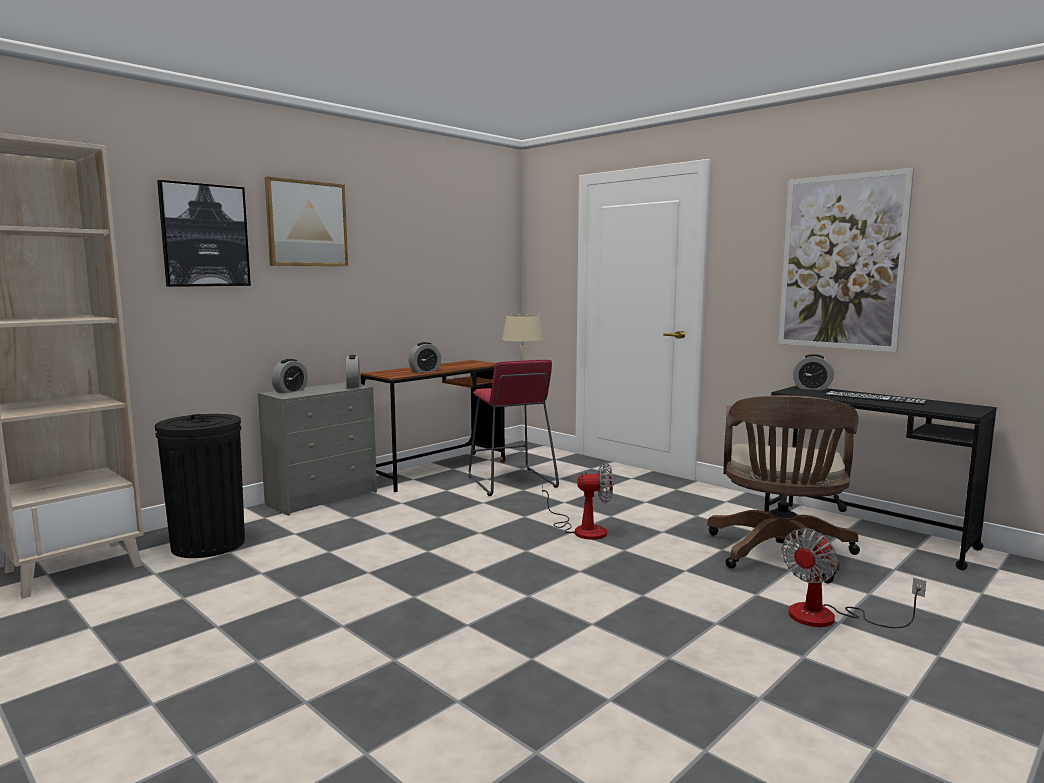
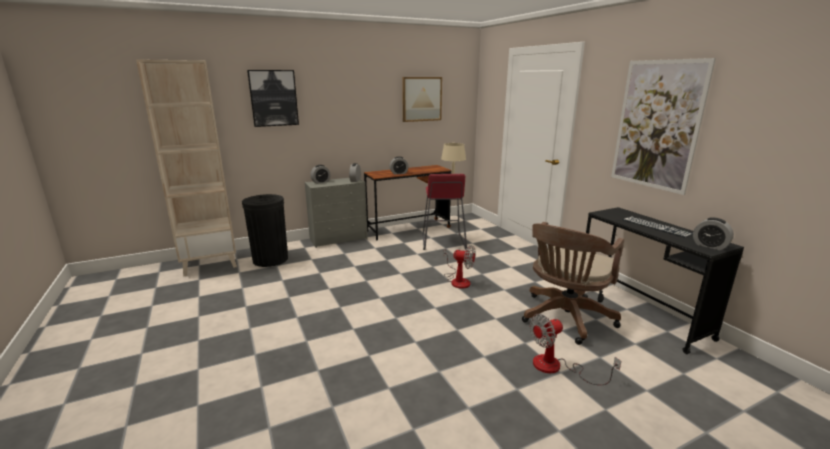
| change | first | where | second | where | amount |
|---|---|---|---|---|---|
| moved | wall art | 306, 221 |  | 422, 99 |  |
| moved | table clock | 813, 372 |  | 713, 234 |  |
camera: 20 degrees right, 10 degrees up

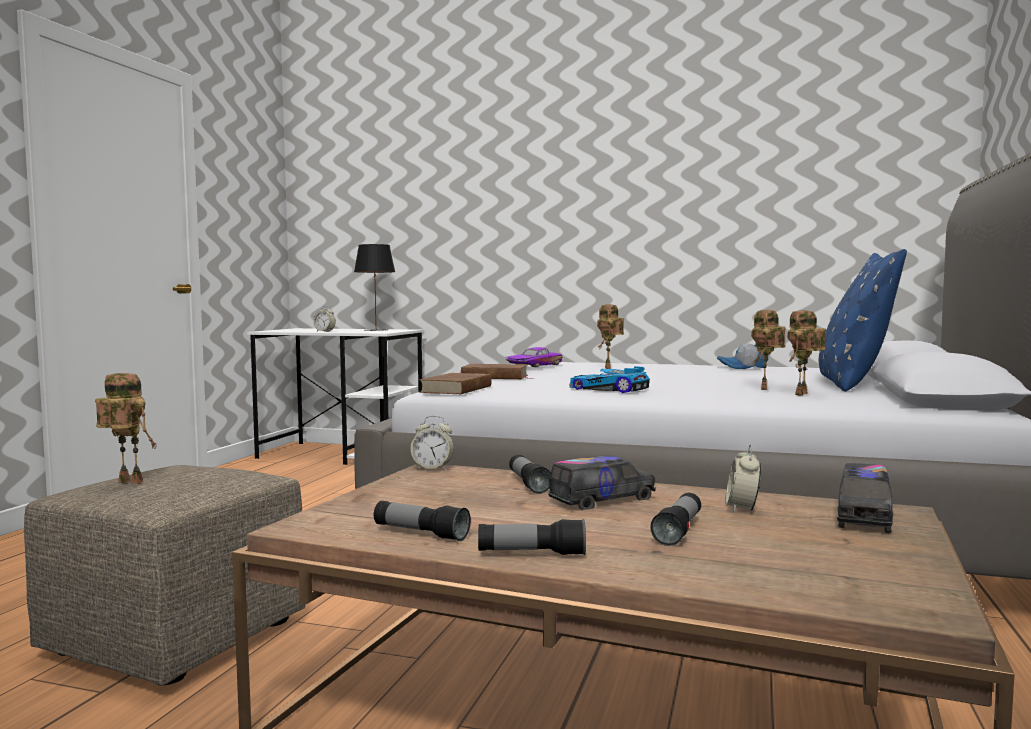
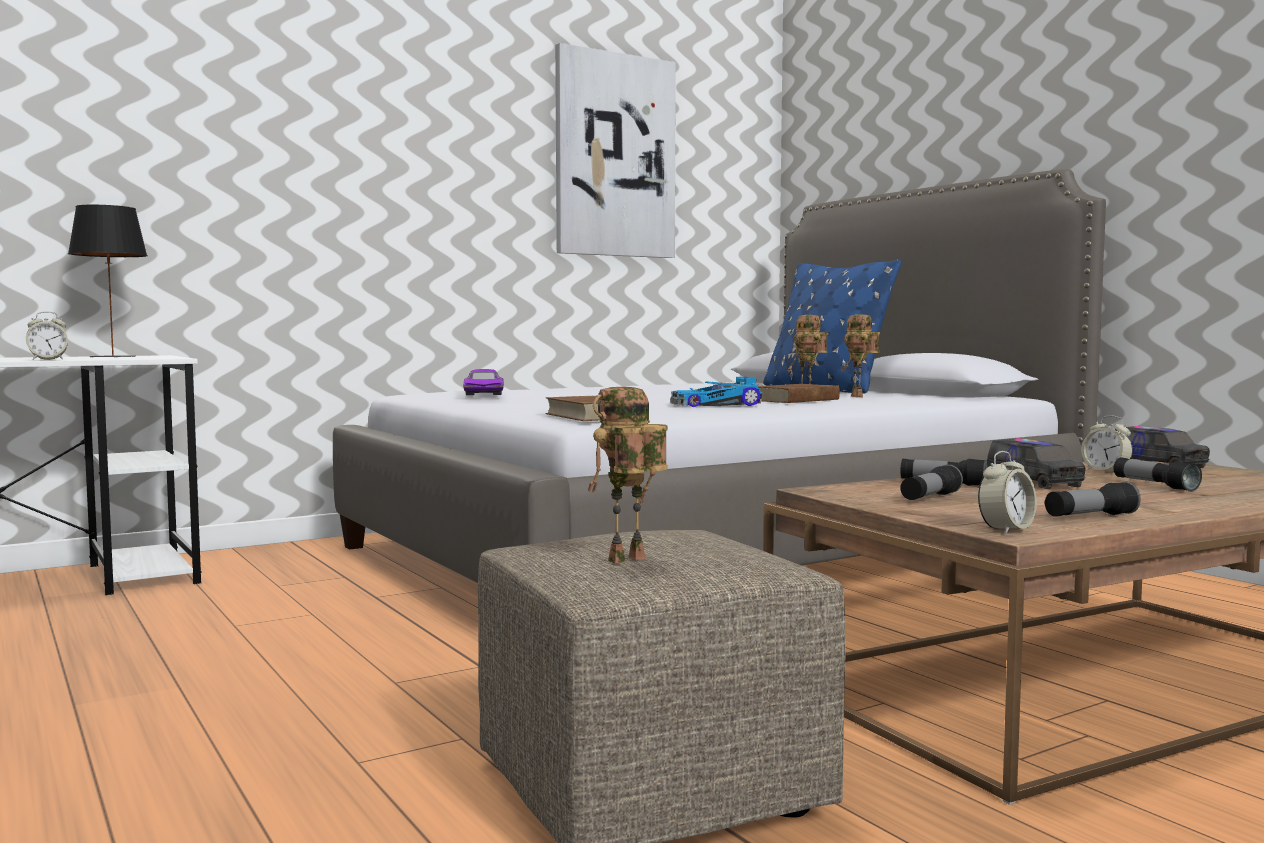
| change | first | where | second | where | amount |
|---|---|---|---|---|---|
| moved | table clock | 432, 442 |  | 1007, 492 |  |
| moved | brown book | 498, 371 |  | 798, 393 |  |
| moved | torch | 532, 537 |  | 931, 482 |  |
| turned | model truck | 602, 483 |  | 1036, 463 | 150 degrees clockwise |
| removed | robot figure | 610, 336 |  |  |  |
| removed | baseball cap | 742, 356 |  |  |  |
| added |  |  | wall art | 615, 150 |  |
camera: 50 degrees left, 0 degrees up

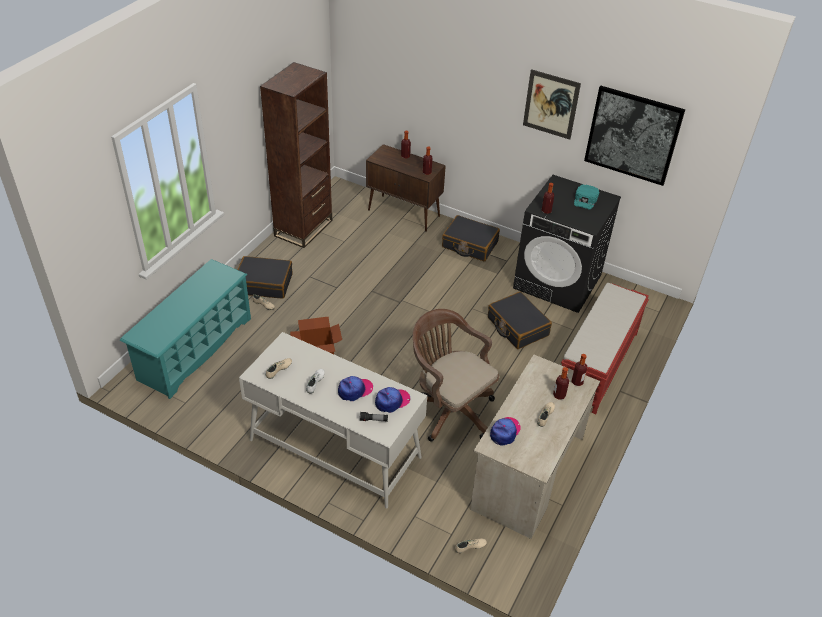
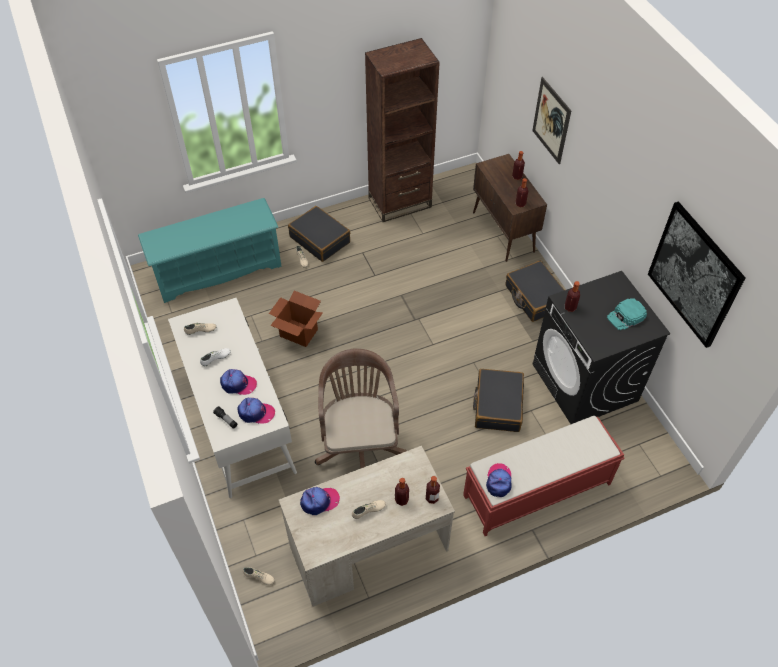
| change | first | where | second | where | amount |
|---|---|---|---|---|---|
| moved | wall art | 552, 104 |  | 551, 120 |  |
| added |  |  | baseball cap | 499, 480 |  |
camera: 40 degrees right, 10 degrees up

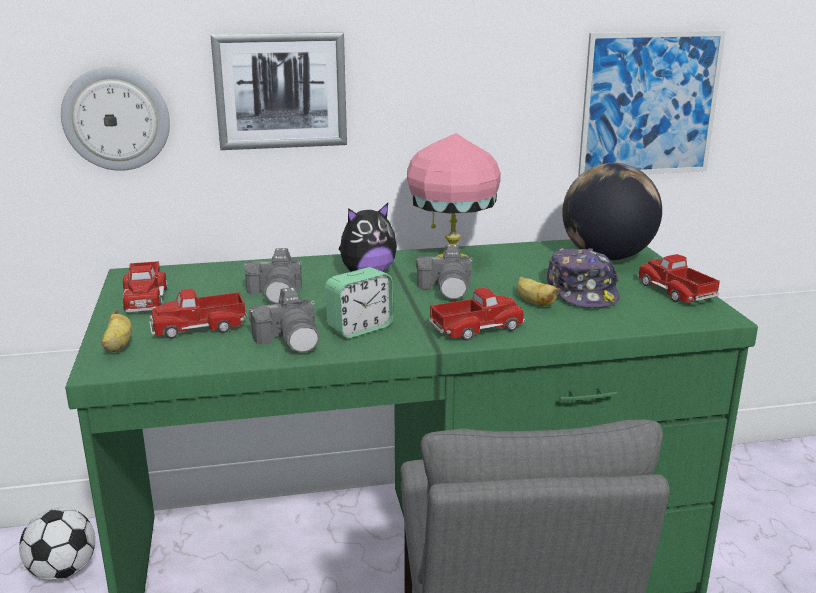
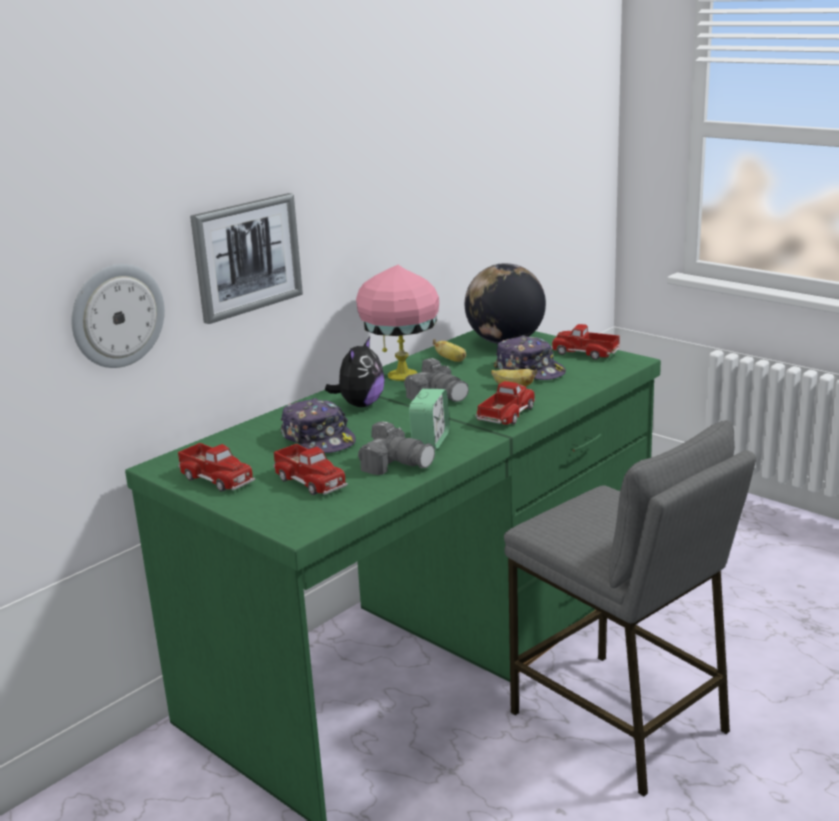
| change | first | where | second | where | amount |
|---|---|---|---|---|---|
| removed | football | 57, 544 |  |  |  |
| moved | whole banana | 116, 330 |  | 449, 350 |  |
| turned | model truck | 198, 313 |  | 310, 469 | 75 degrees counterclockwise |
| replaced | photo camera | 273, 276 | baseball cap | 318, 425 |  |
| removed | wall art | 652, 103 |  |  |  |
camera: 35 degrees left, 0 degrees up

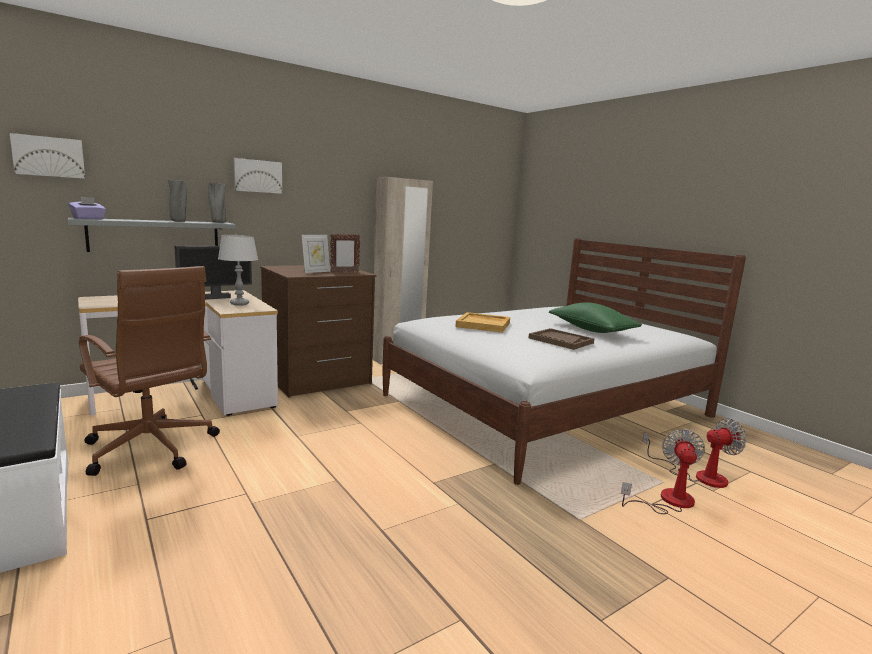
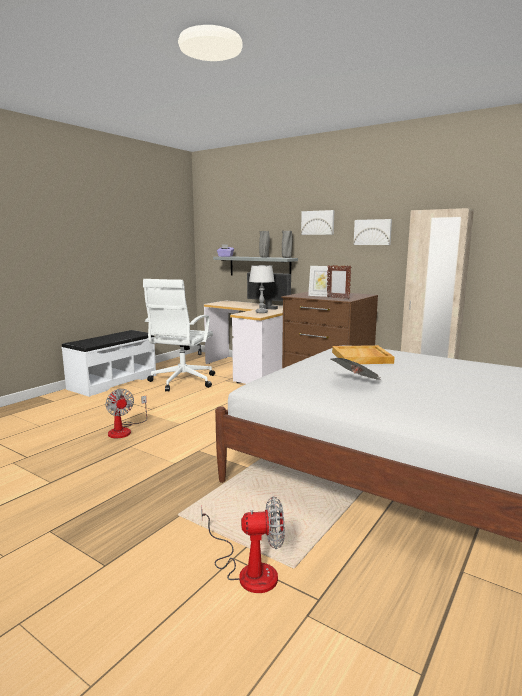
| change | first | where | second | where | amount |
|---|---|---|---|---|---|
| moved | wall art | 47, 156 |  | 373, 232 |  |
| recoloured | brown desk chair | 149, 371 | white-coloured desk chair | 179, 335 |  |
| replaced | brown tray | 561, 339 | newspaper | 355, 369 |  |
| removed | greenish cushion | 595, 317 |  |  |  |
| moved | fan | 694, 453 |  | 126, 413 |  |
camera: 70 degrees right, 0 degrees up

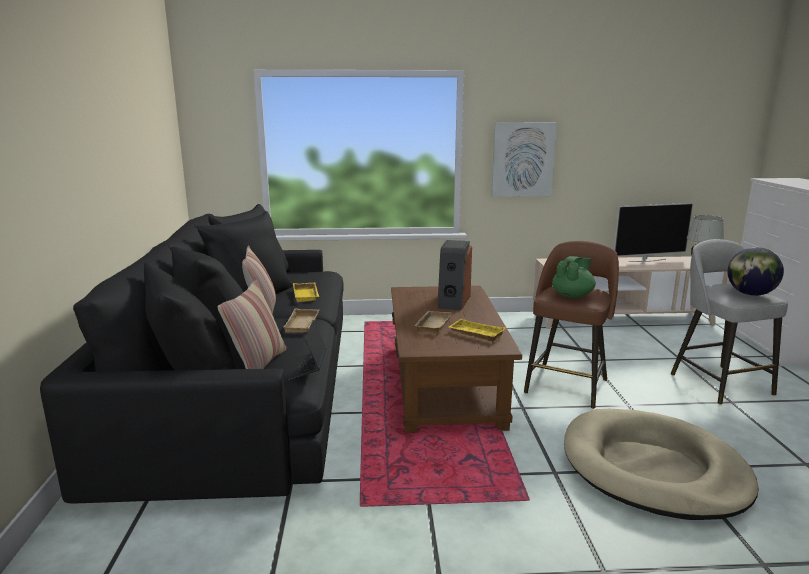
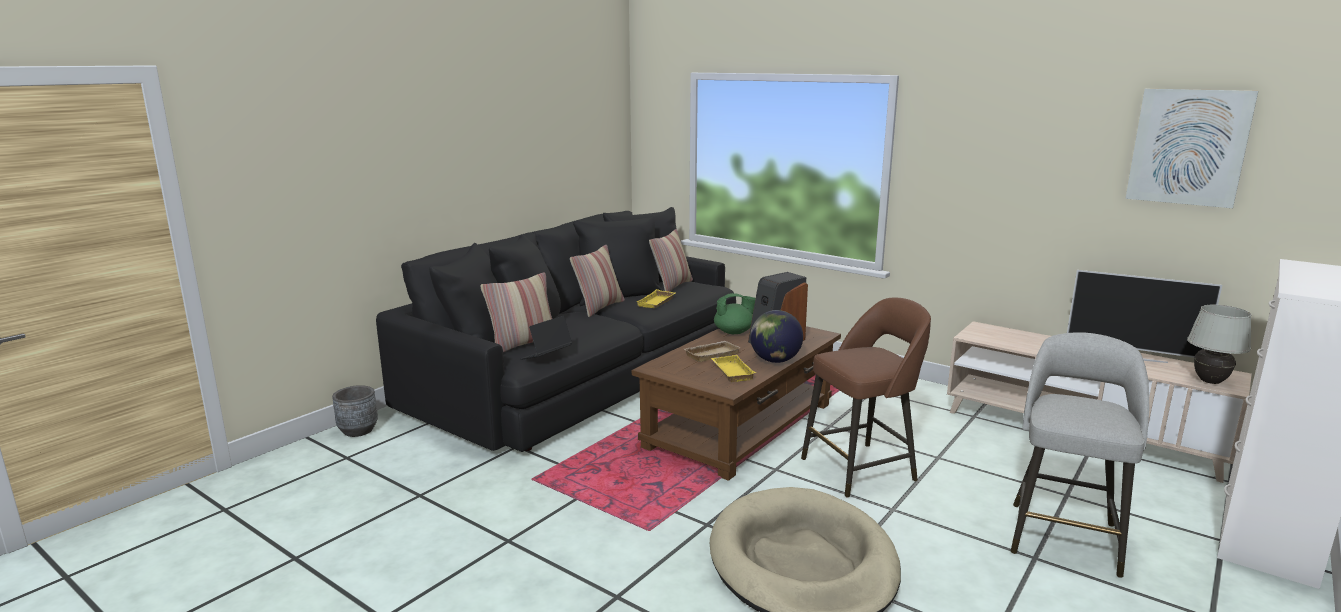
| change | first | where | second | where | amount |
|---|---|---|---|---|---|
| removed | beige tray | 301, 320 |  |  |  |
| moved | wall art | 524, 159 |  | 1191, 148 |  |
| moved | greenish tea pot | 573, 277 |  | 735, 313 |  |
| moved | world globe | 755, 271 |  | 776, 336 |  |
| added |  |  | gray planter | 355, 411 |  |
| added |  |  | cushion | 671, 260 |  |
camera: 40 degrees right, 0 degrees up

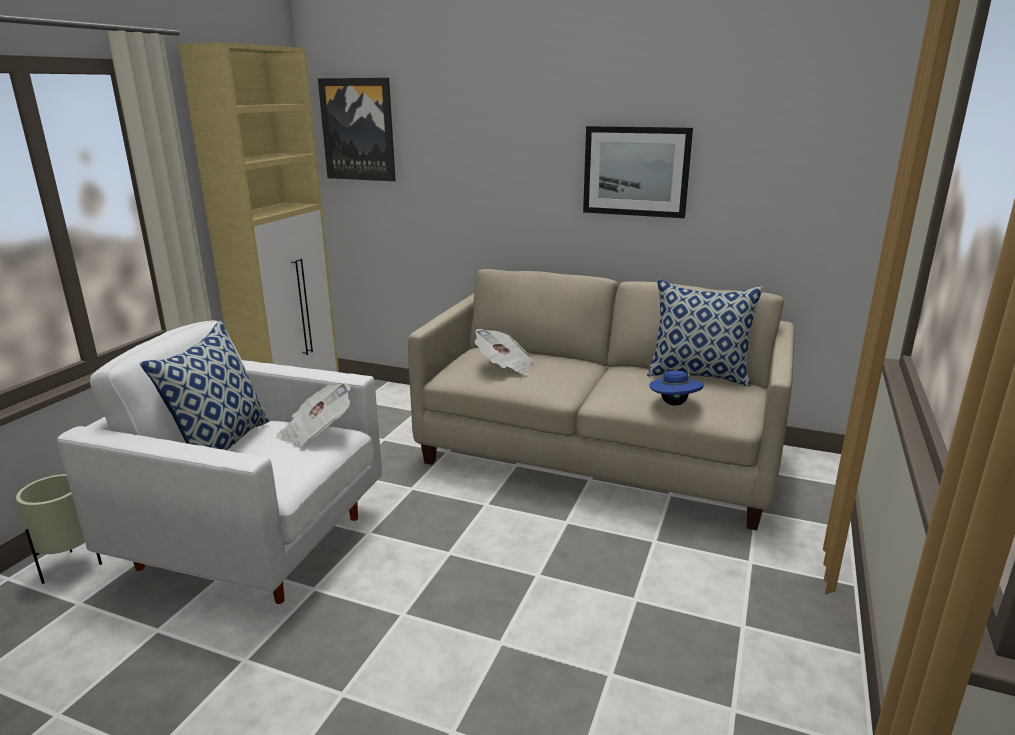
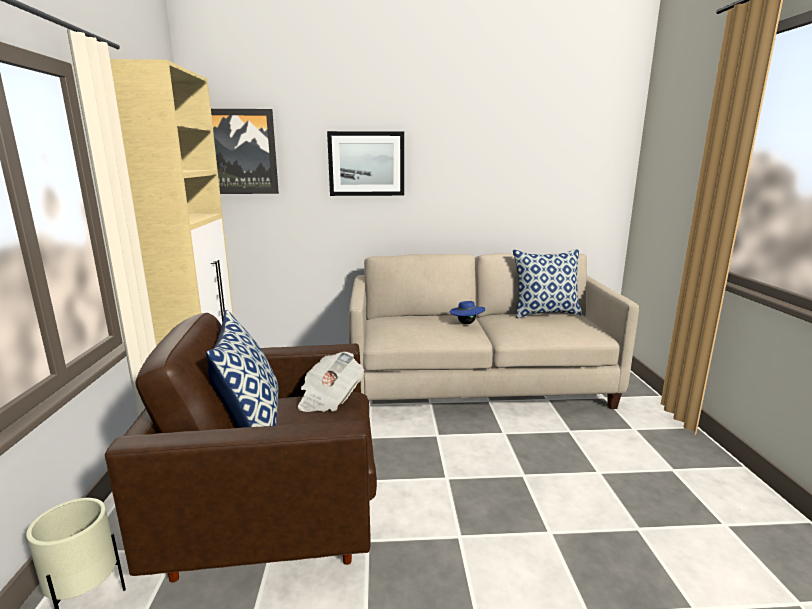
| change | first | where | second | where | amount |
|---|---|---|---|---|---|
| recoloured | white-coloured easy chair | 219, 462 | brown easy chair | 241, 448 |  |
| removed | newspaper | 503, 352 |  |  |  |
| moved | wall art | 638, 172 |  | 365, 163 |  |
| moved | blue-coloured wearable hat | 676, 387 |  | 467, 312 |  |
camera: 25 degrees left, 5 degrees down

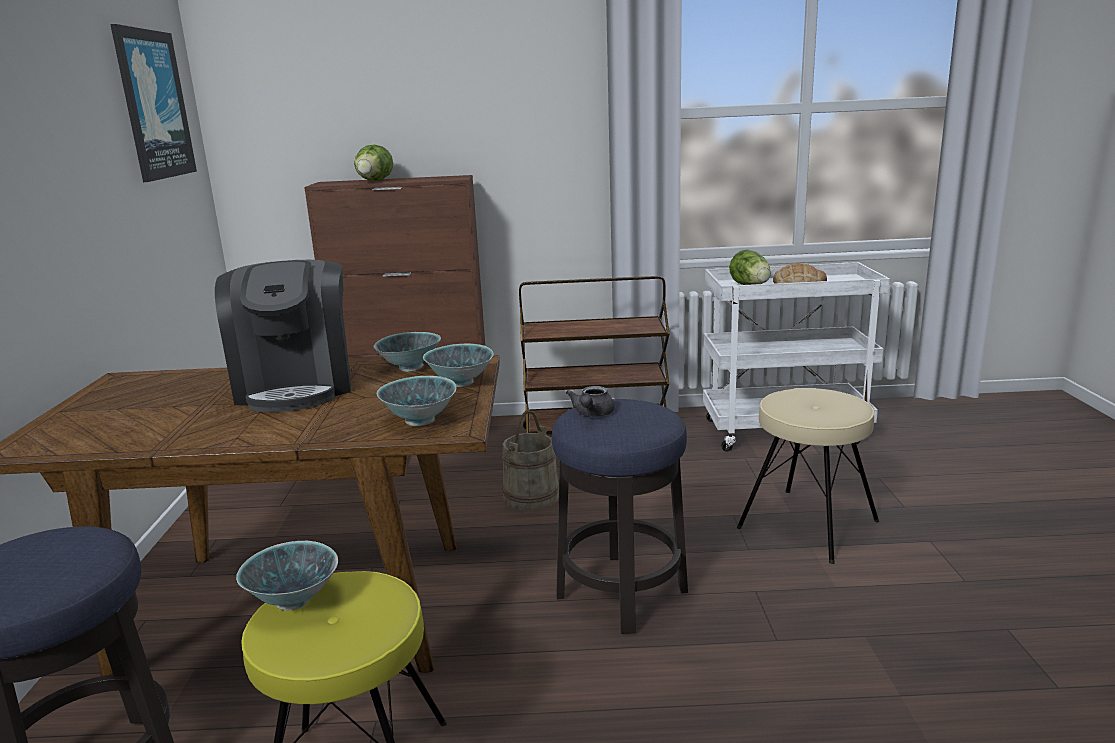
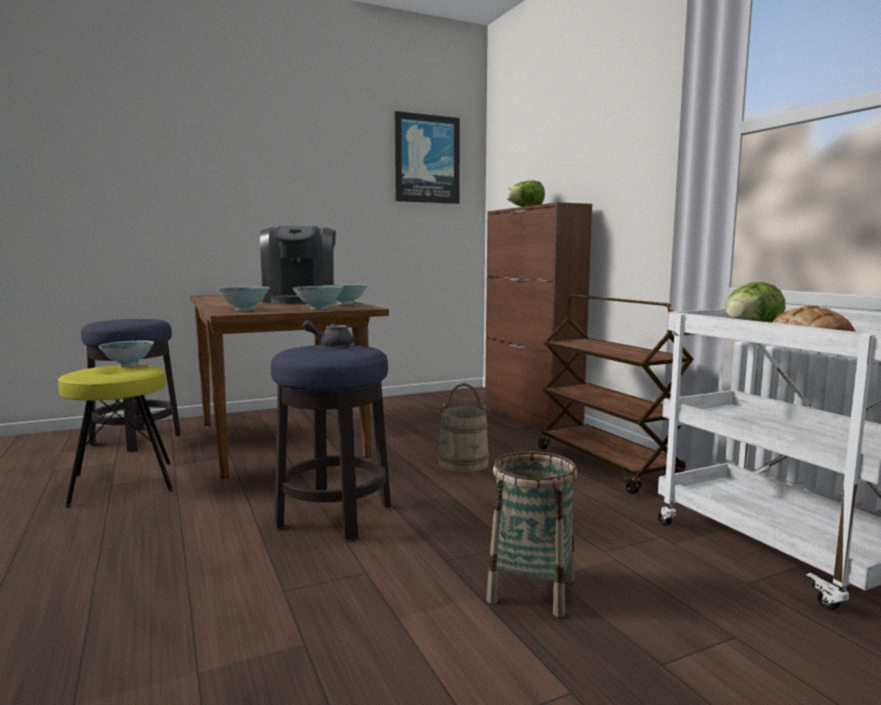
| change | first | where | second | where | amount |
|---|---|---|---|---|---|
| turned | coffee brewer | 283, 336 |  | 298, 265 | 60 degrees counterclockwise |
| replaced | beige stool | 808, 476 | storage basket | 531, 534 |  |
camera: 65 degrees right, 10 degrees down

